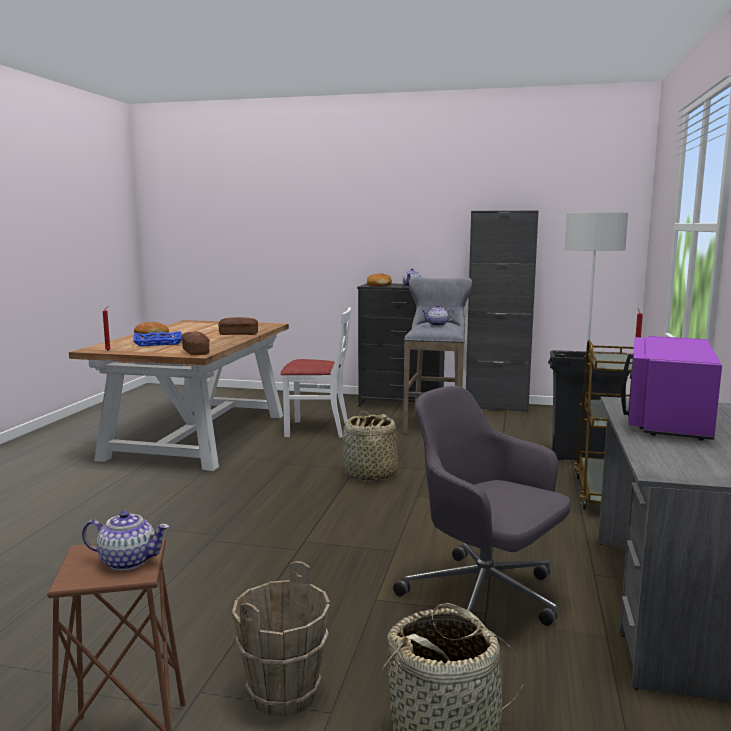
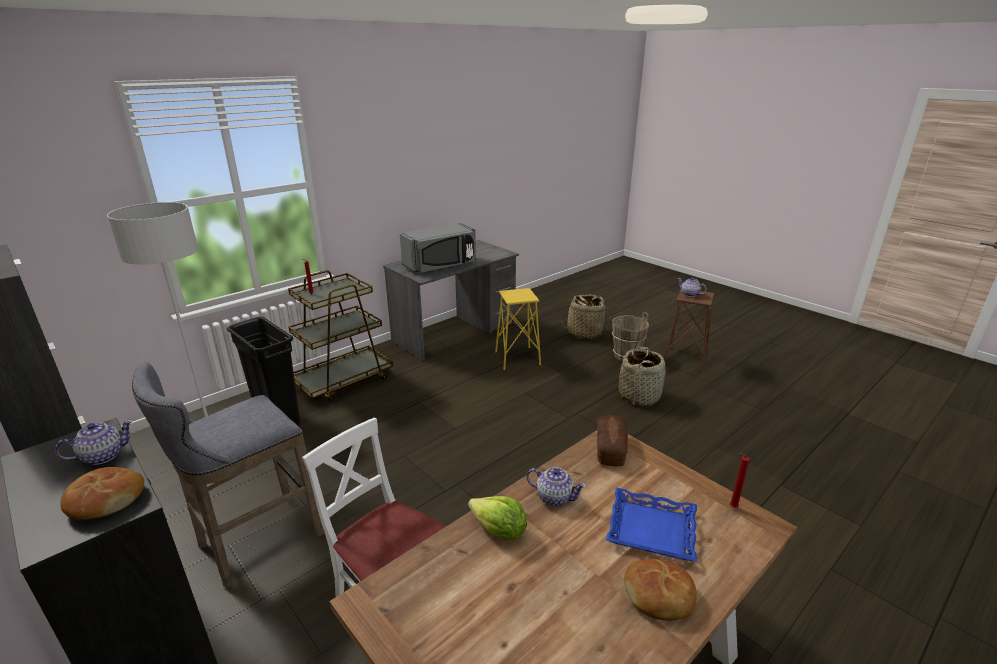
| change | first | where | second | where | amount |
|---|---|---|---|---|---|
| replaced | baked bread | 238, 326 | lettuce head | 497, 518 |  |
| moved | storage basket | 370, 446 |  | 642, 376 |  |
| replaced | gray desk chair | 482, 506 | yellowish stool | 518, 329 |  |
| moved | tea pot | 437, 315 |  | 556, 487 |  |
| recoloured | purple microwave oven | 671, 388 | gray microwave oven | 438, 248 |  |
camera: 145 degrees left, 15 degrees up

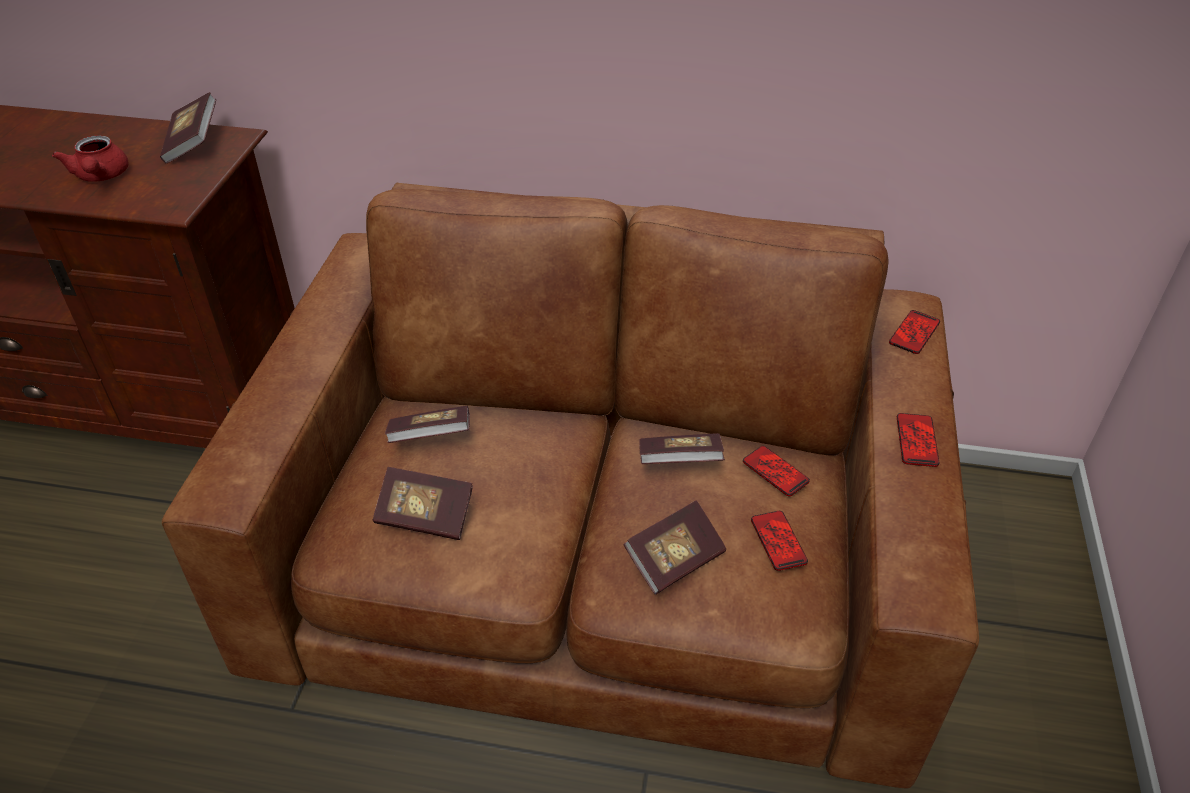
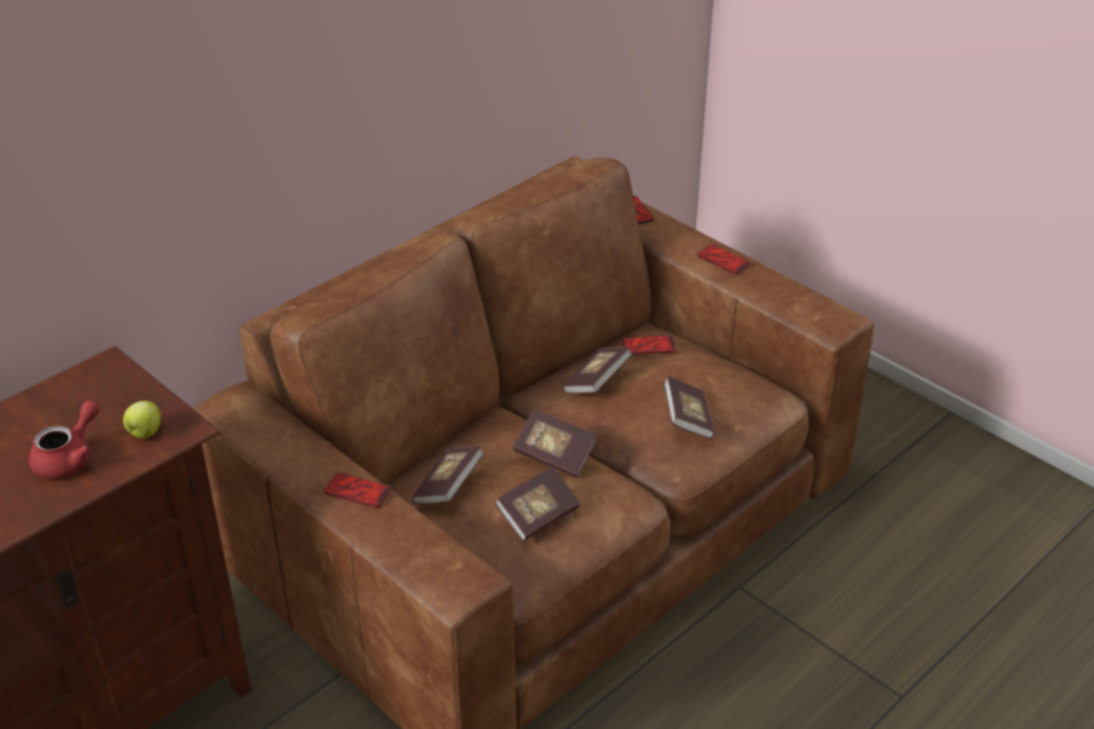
| change | first | where | second | where | amount |
|---|---|---|---|---|---|
| turned | red-coloured tea pot | 90, 158 |  | 64, 439 | 75 degrees counterclockwise |
| moved | book | 188, 127 |  | 555, 443 |  |
| moved | phone | 779, 541 |  | 357, 490 |  |
| added |  |  | whole apple | 142, 419 |  |
camera: 55 degrees left, 5 degrees down

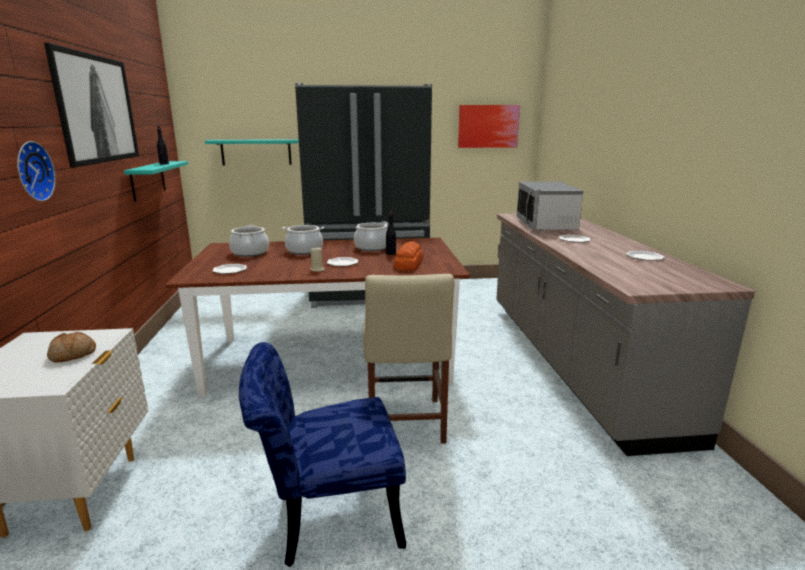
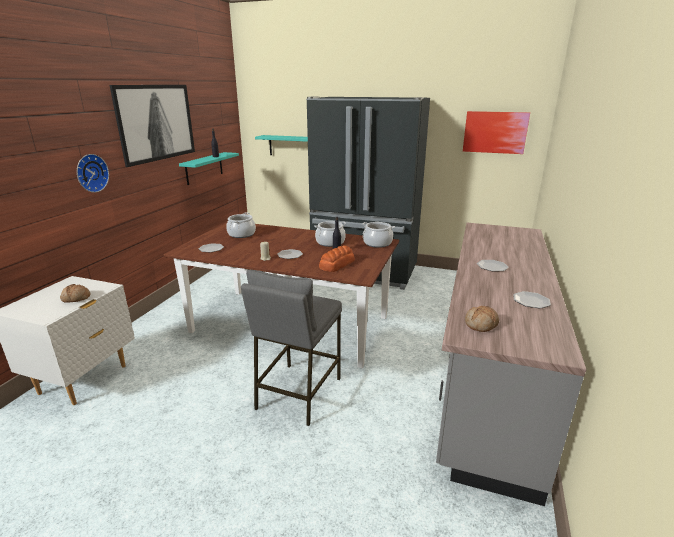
| change | first | where | second | where | amount |
|---|---|---|---|---|---|
| removed | blue-coloured chair | 322, 454 |  |  |  |
| moved | cooking pot | 303, 240 |  | 378, 235 |  |
| replaced | beige chair | 408, 359 | gray stool | 291, 348 |  |
| removed | microwave oven | 550, 206 |  |  |  |
| added |  |  | baked bread | 482, 319 |  |
camera: 25 degrees right, 5 degrees up

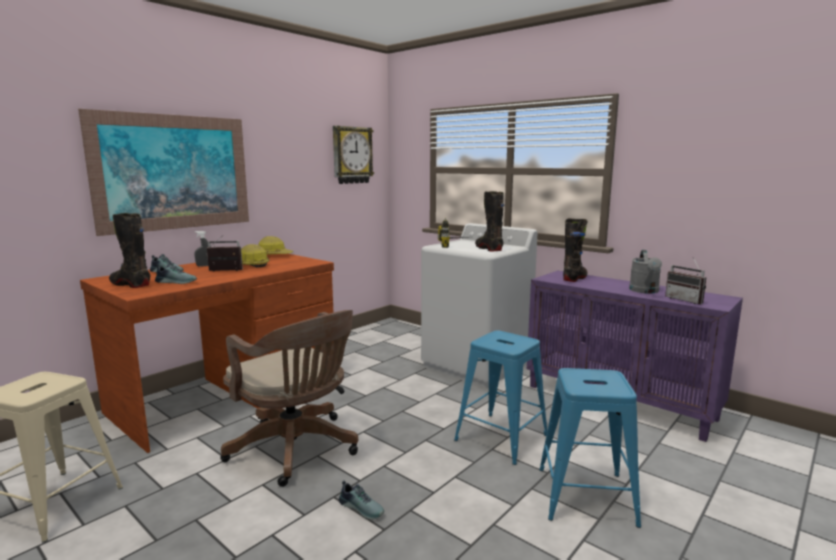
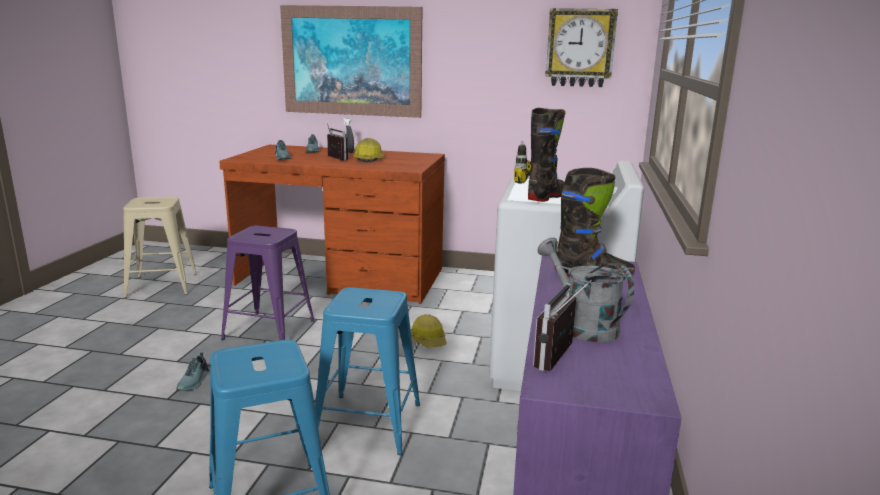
| change | first | where | second | where | amount |
|---|---|---|---|---|---|
| removed | black-coloured high-top boot | 129, 250 |  |  |  |
| replaced | brown desk chair | 289, 398 | purple stool | 268, 283 |  |
| moved | safety helmet | 275, 245 |  | 429, 331 |  |
| turned | gray sprinkling can | 645, 272 |  | 585, 290 | 75 degrees clockwise |
camera: 60 degrees right, 5 degrees up

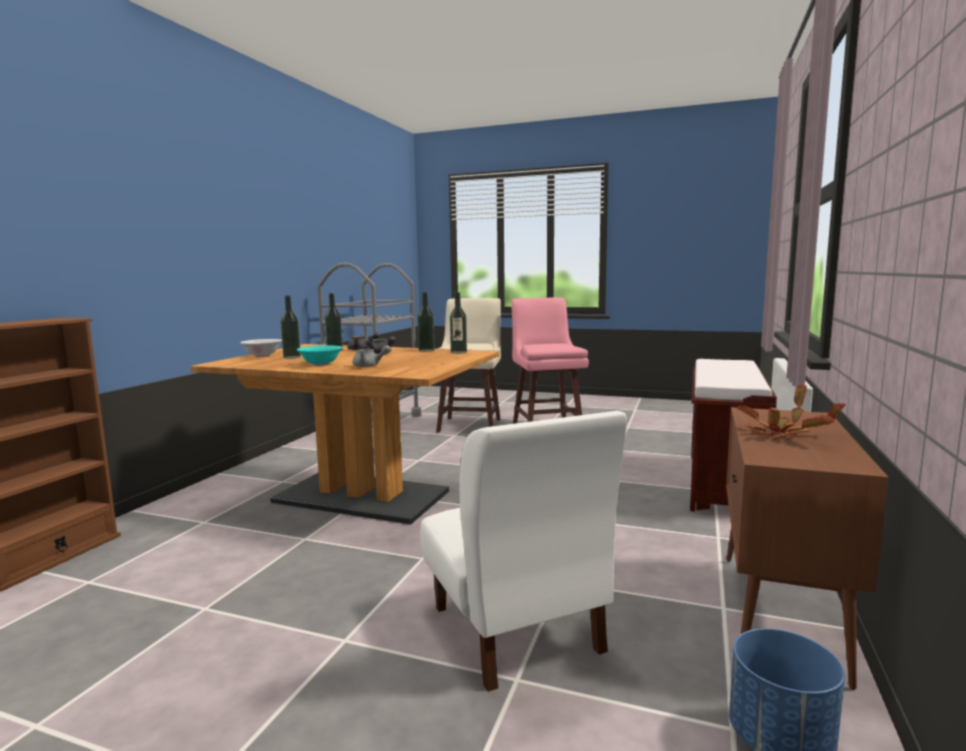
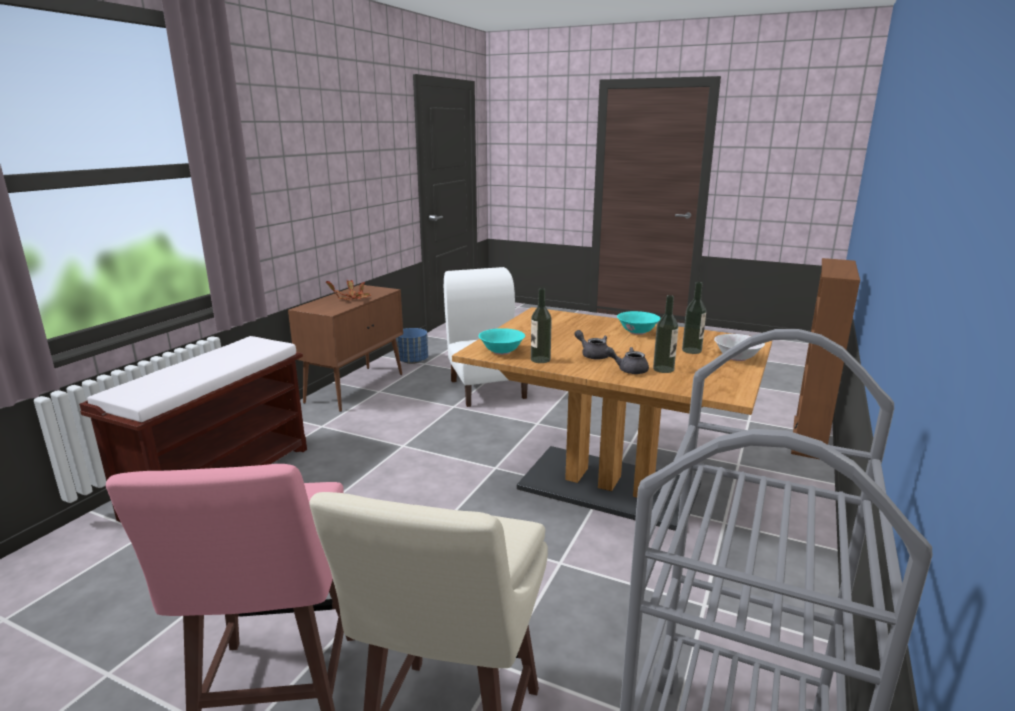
| change | first | where | second | where | amount |
|---|---|---|---|---|---|
| removed | gray tea pot | 371, 356 |  |  |  |
| replaced | drink bottle | 458, 323 | blue-green deep dish | 501, 341 |  |
camera: 175 degrees left, 10 degrees up

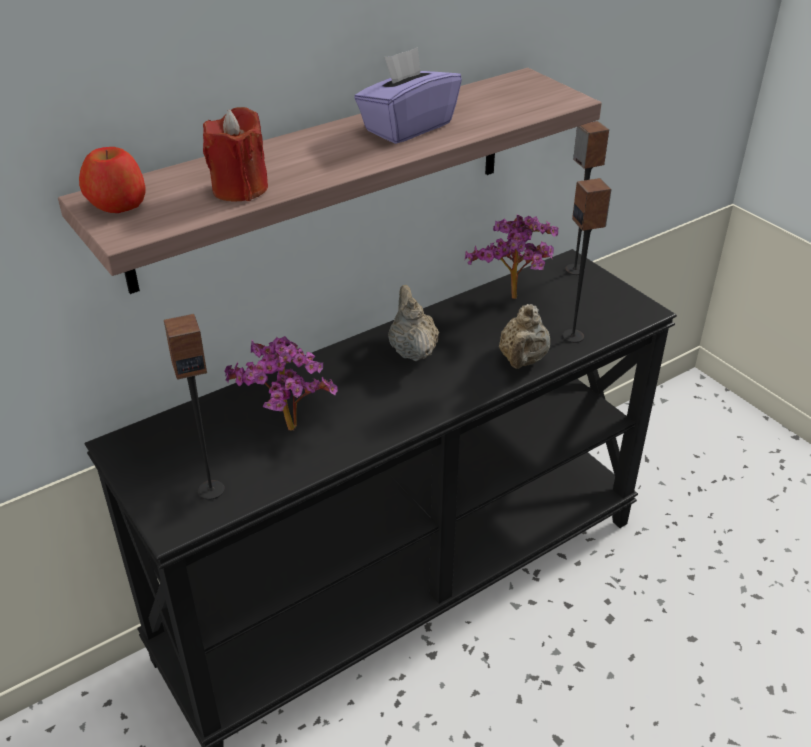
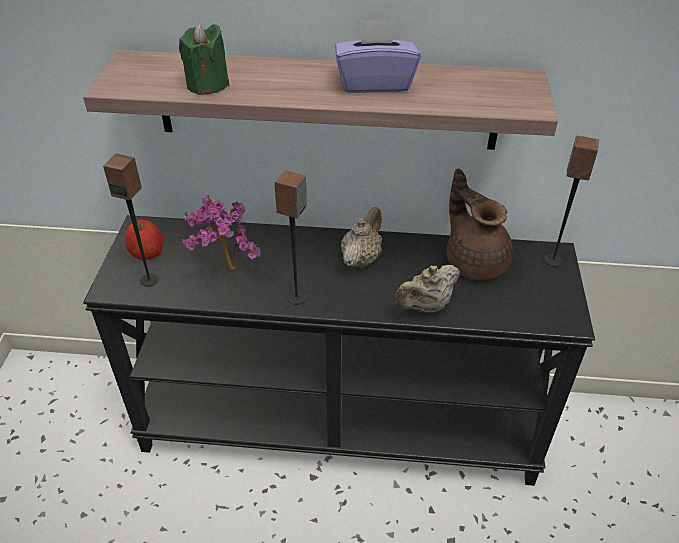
| change | first | where | second | where | amount |
|---|---|---|---|---|---|
| moved | whole apple | 112, 180 |  | 144, 240 |  |
| recoloured | red-coloured wax candle | 235, 154 | greenish wax candle | 204, 59 |  |
| replaced | plant in a pot | 511, 257 | brown tea pot | 480, 224 |  |
| moved | audio speaker | 587, 260 |  | 290, 237 |  |
camera: 40 degrees right, 5 degrees up

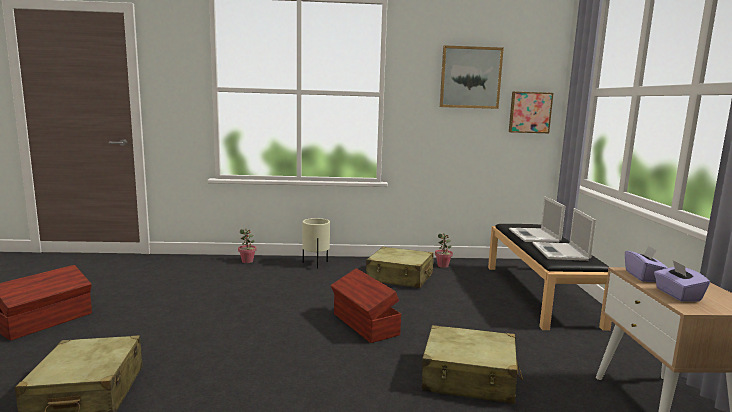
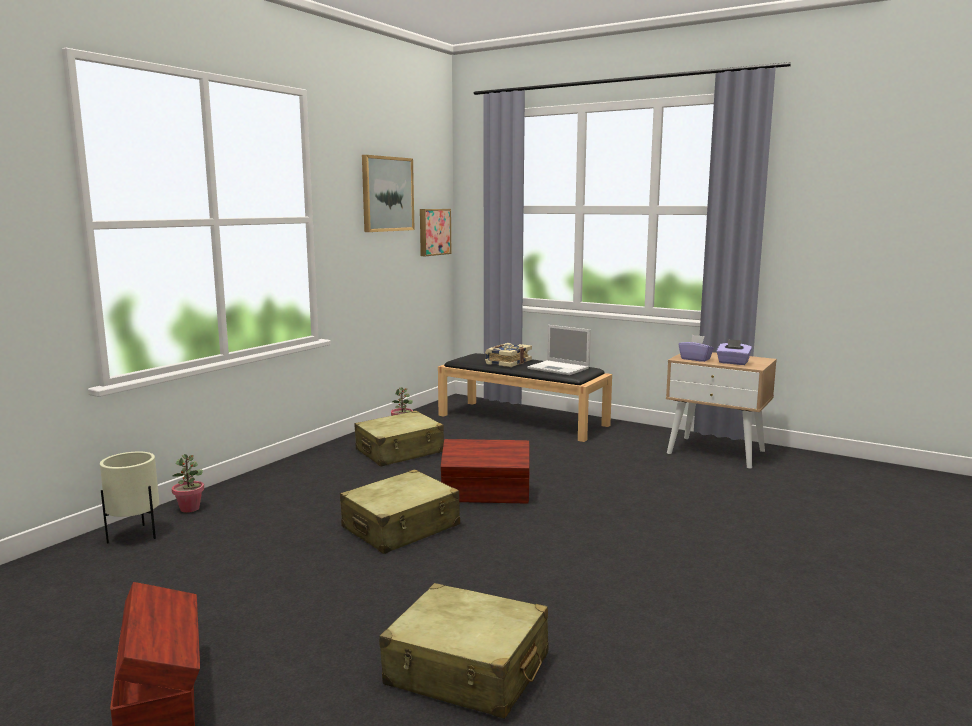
| change | first | where | second | where | amount |
|---|---|---|---|---|---|
| moved | beige planter | 316, 243 |  | 129, 498 |  |
| moved | beige travel case | 472, 364 |  | 400, 512 |  |
| replaced | notebook computer | 537, 219 | book | 508, 355 |  |
camera: 55 degrees left, 0 degrees up

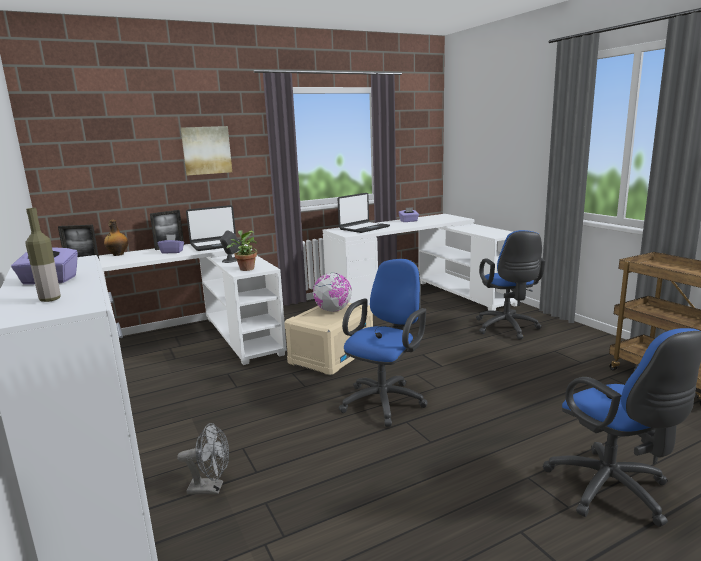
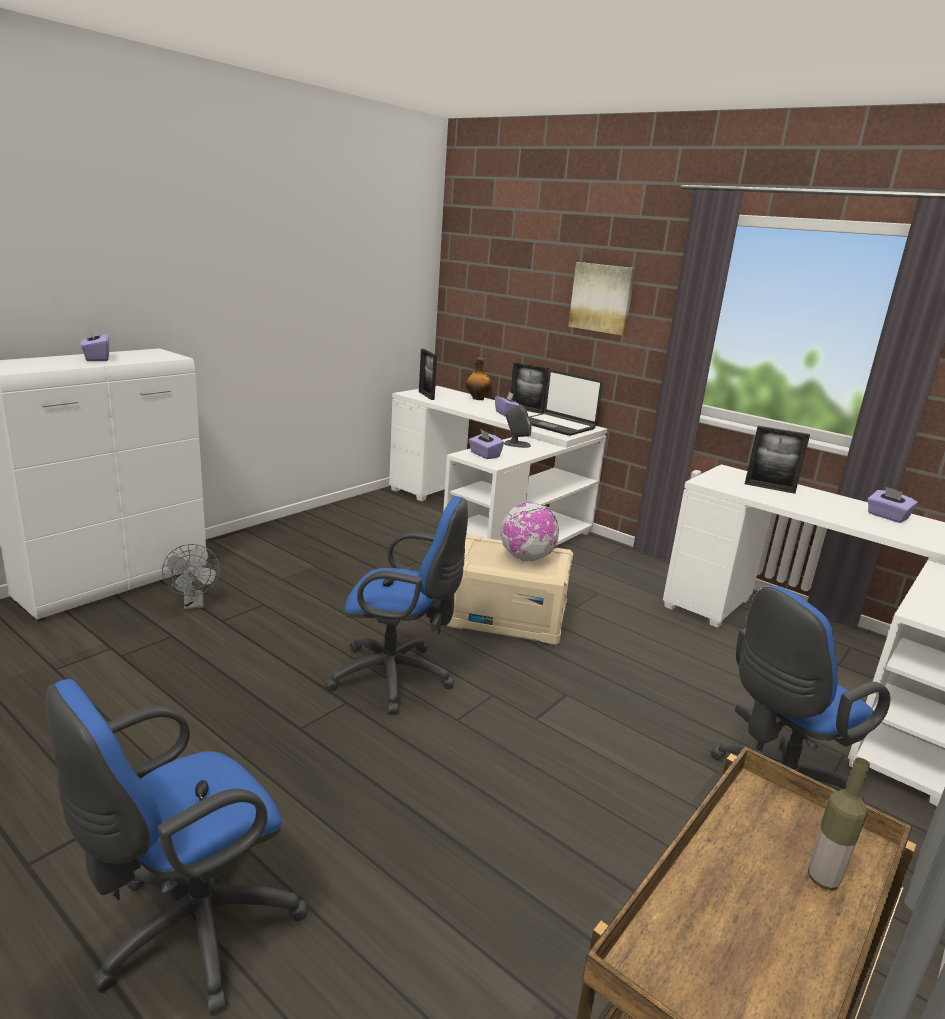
| change | first | where | second | where | amount |
|---|---|---|---|---|---|
| moved | drink bottle | 42, 255 |  | 839, 824 |  |
| replaced | plant in a pot | 242, 250 | purple tissue box | 486, 444 |  |
| replaced | notebook computer | 364, 213 | photo frame | 777, 460 |  |
camera: 65 degrees right, 5 degrees up

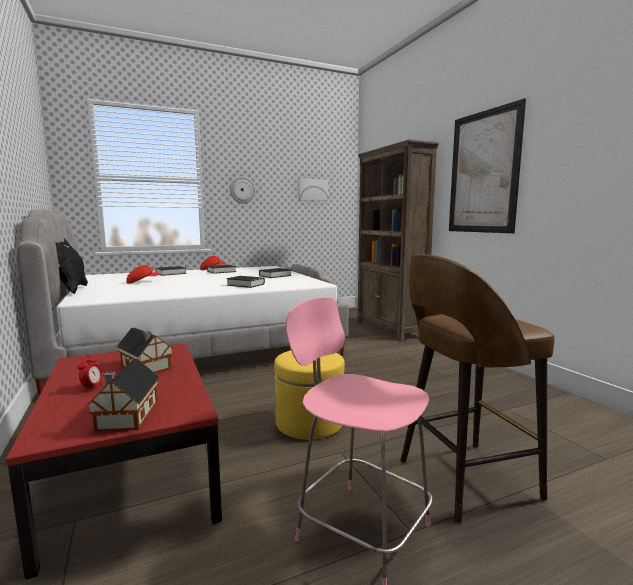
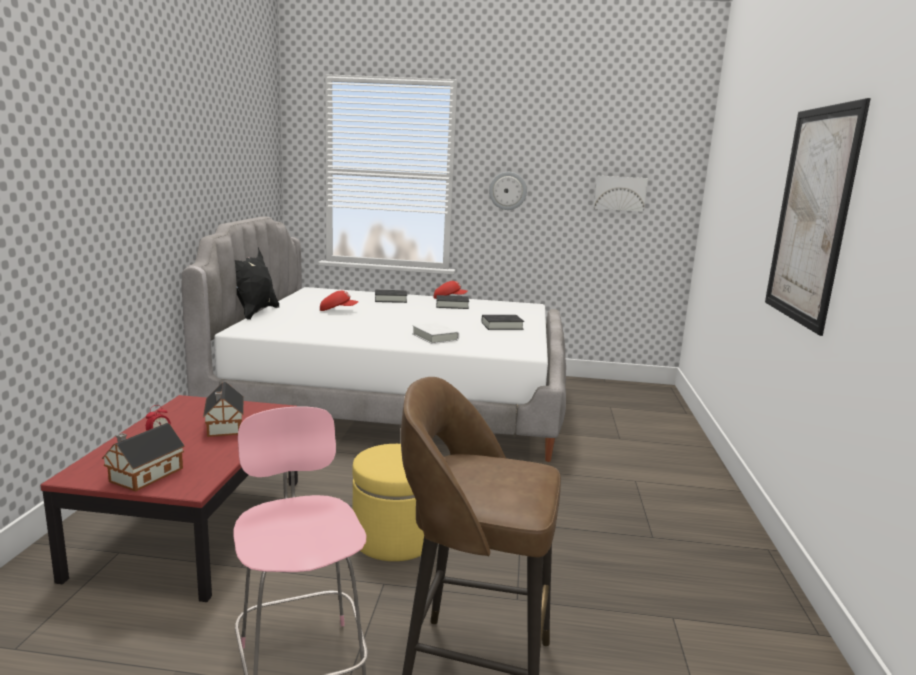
| change | first | where | second | where | amount |
|---|---|---|---|---|---|
| recoloured | black-coloured book | 245, 282 | white-coloured book | 435, 333 |  |
| removed | brown bookshelf | 398, 240 |  |  |  |
camera: 30 degrees right, 5 degrees up

